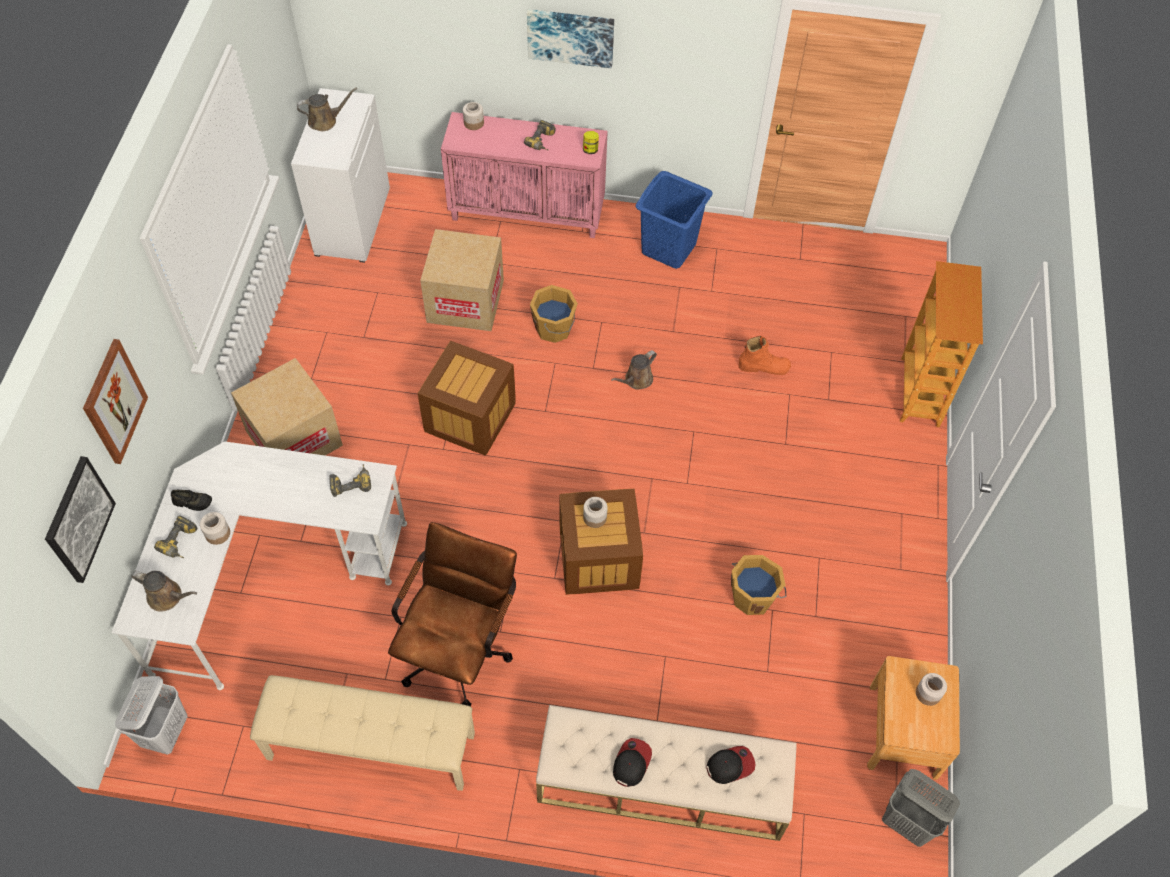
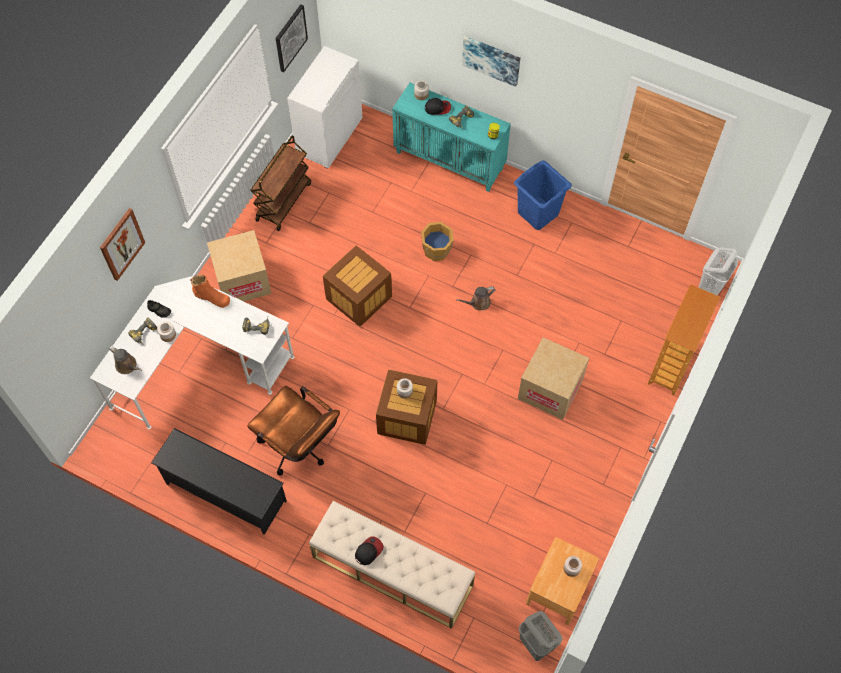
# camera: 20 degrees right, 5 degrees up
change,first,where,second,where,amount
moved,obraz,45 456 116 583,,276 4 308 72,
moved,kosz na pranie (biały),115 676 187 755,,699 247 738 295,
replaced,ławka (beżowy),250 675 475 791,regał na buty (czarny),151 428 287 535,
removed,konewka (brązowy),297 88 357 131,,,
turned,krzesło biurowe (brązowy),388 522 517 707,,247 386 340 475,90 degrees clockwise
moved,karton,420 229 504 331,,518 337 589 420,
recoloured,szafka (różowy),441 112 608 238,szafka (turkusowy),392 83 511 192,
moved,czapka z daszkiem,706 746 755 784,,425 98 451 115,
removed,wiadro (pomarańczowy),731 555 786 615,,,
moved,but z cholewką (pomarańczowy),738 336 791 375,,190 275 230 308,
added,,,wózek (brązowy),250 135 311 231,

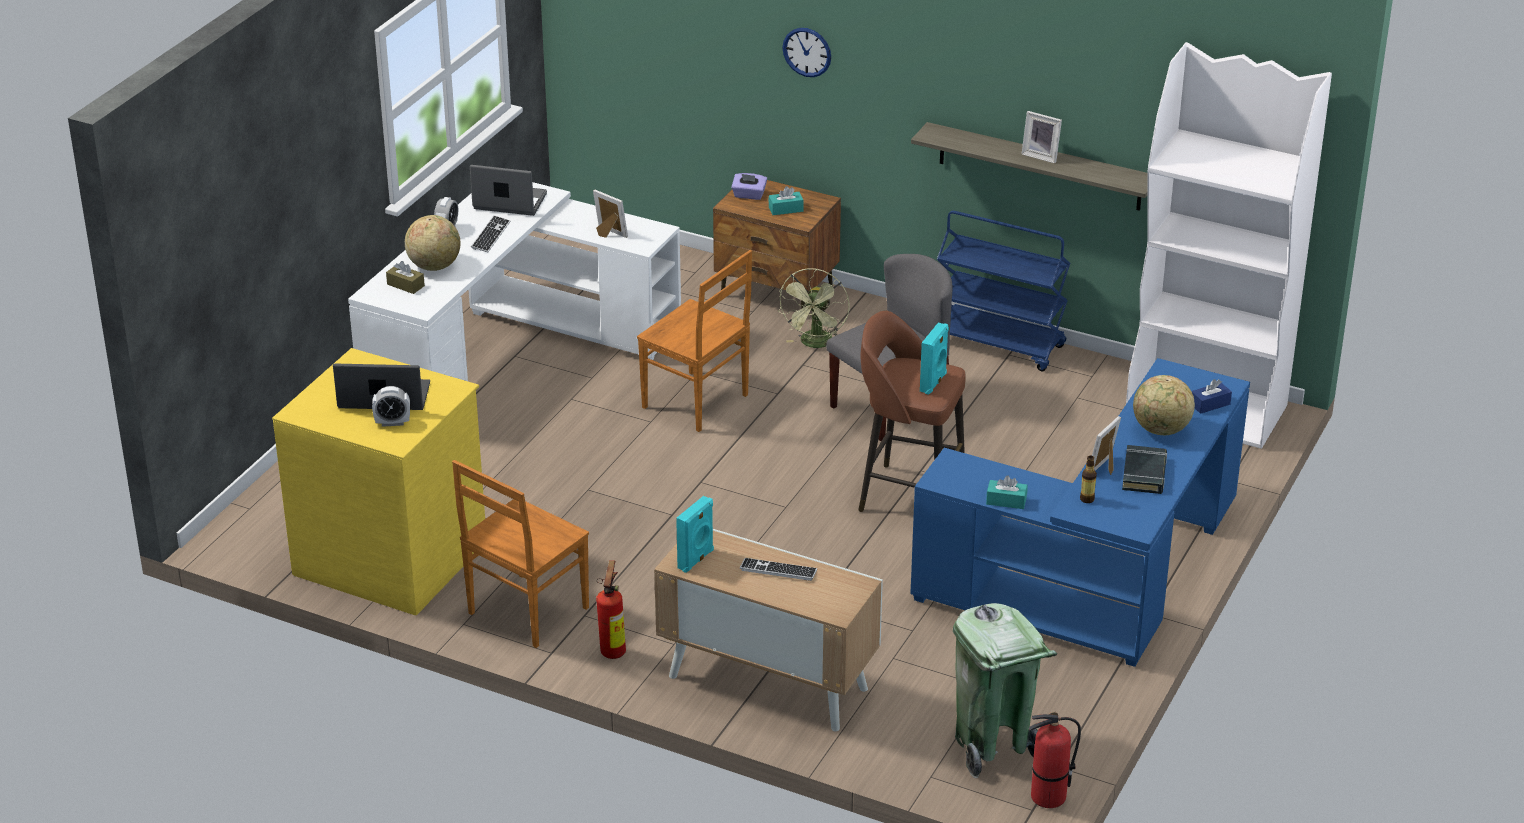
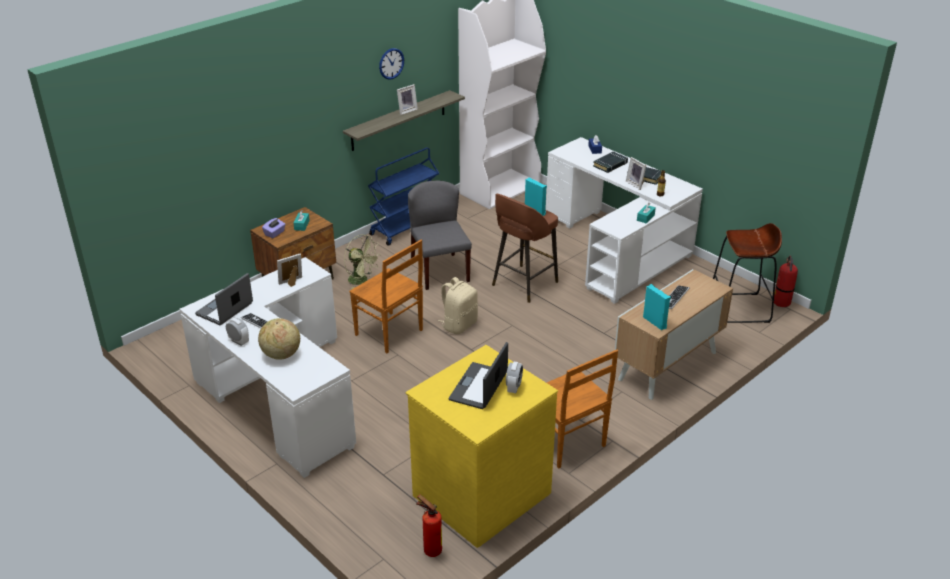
# camera: 70 degrees left, 0 degrees up
change,first,where,second,where,amount
removed,pudełko chusteczek (brązowy),386 261 425 294,,,
moved,gaśnica,596 560 626 659,,416 494 442 557,
turned,krzesło (brązowy),637 250 752 432,,349 240 423 353,75 degrees clockwise
moved,zegar ścienny,782 28 831 77,,379 48 404 80,
recoloured,biurko (niebieski),910 358 1250 667,biurko (biały),546 137 703 304,
replaced,kosz na śmieci (zielony),953 603 1057 778,stołek (brązowy),713 223 782 323,
replaced,globus,1133 375 1195 435,książka (czarny),593 152 628 173,
added,,,plecak (beżowy),438 277 478 334,

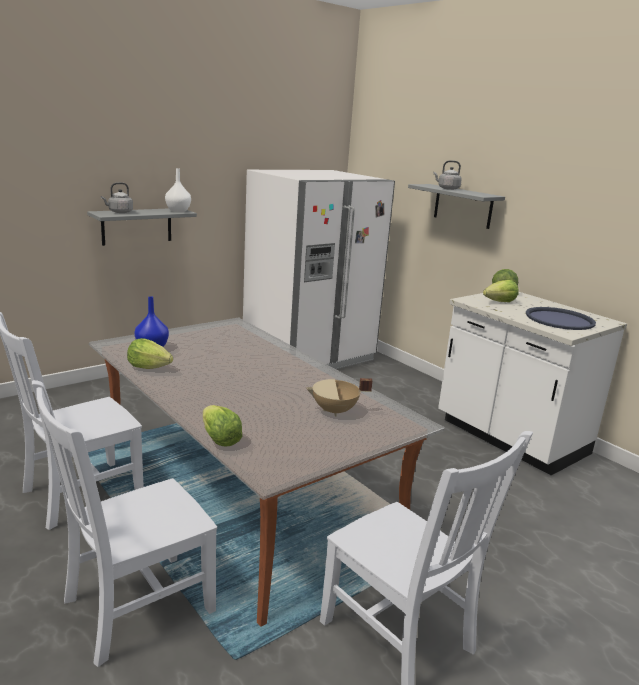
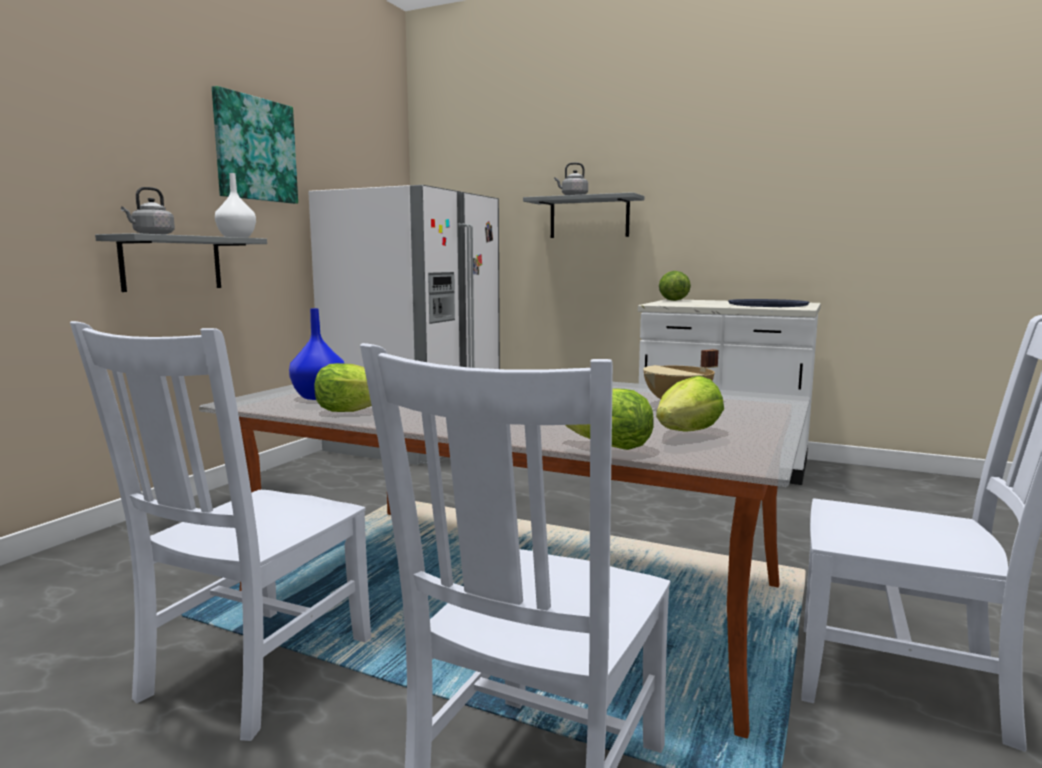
# camera: 25 degrees left, 10 degrees down
change,first,where,second,where,amount
moved,sałata,483 280 519 302,,656 376 724 432,
added,,,obraz,212 86 298 204,

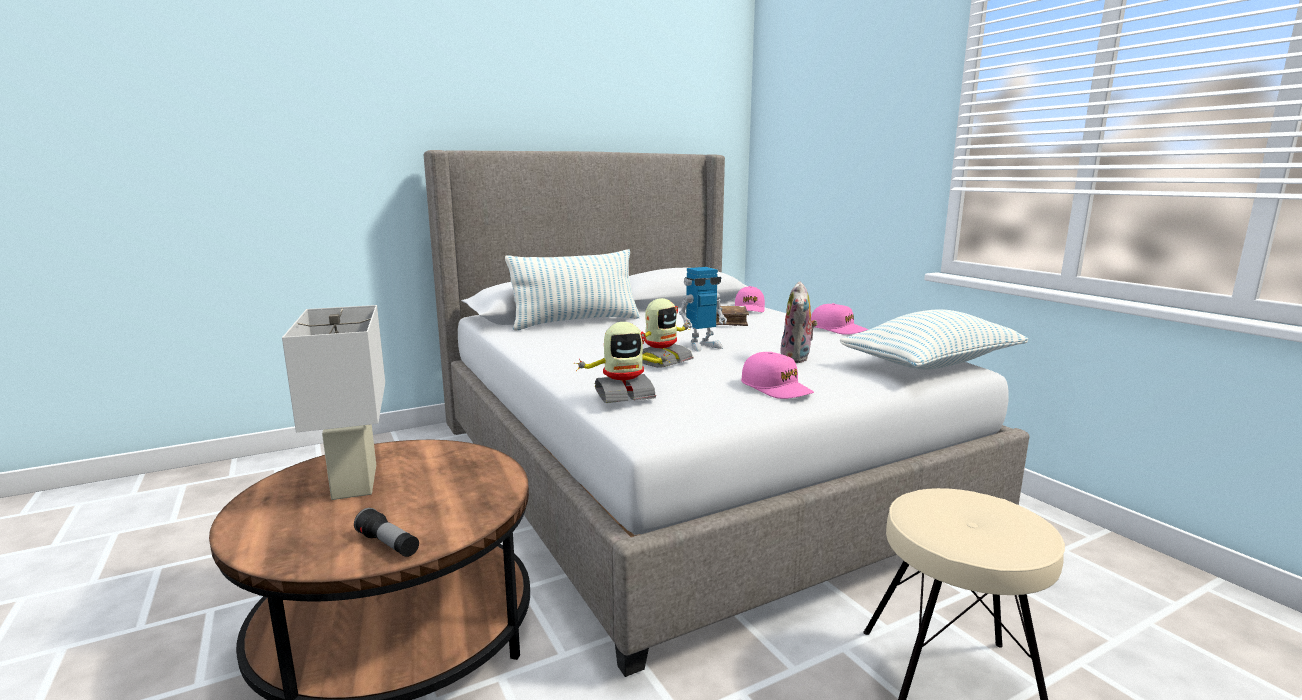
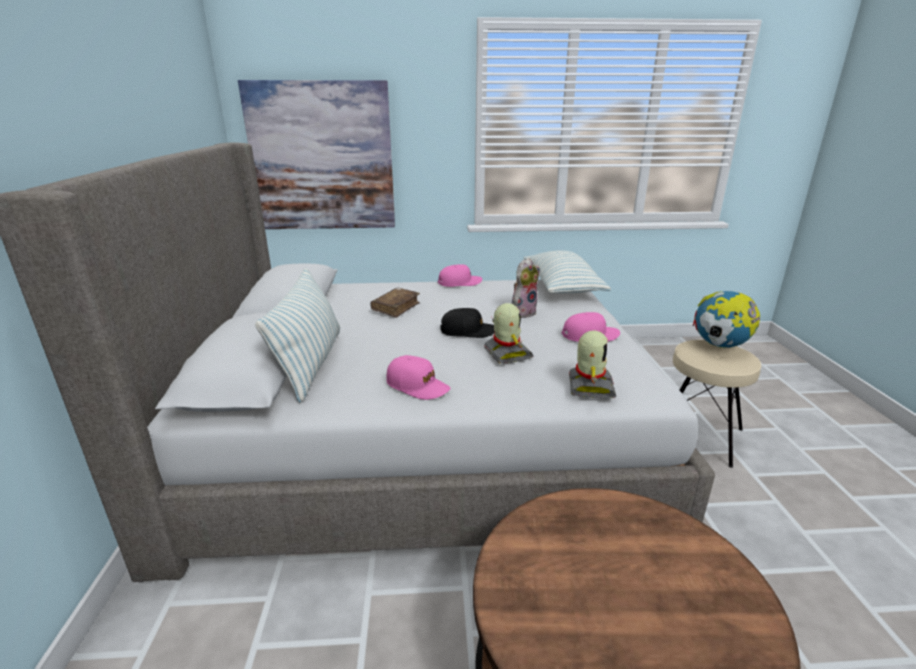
# camera: 65 degrees left, 10 degrees up
change,first,where,second,where,amount
removed,lampa stołowa (biały),282 305 385 500,,,
removed,latarka,354 508 419 557,,,
replaced,robot zabawkowy,679 267 727 352,czapka z daszkiem (czarny),440 308 495 338,
moved,czapka z daszkiem (różowy),735 286 765 312,,386 355 451 400,
turned,pluszak,780 281 818 363,,512 258 540 318,75 degrees counterclockwise
added,,,obraz,238 80 395 229,
added,,,globus,693 291 760 348,

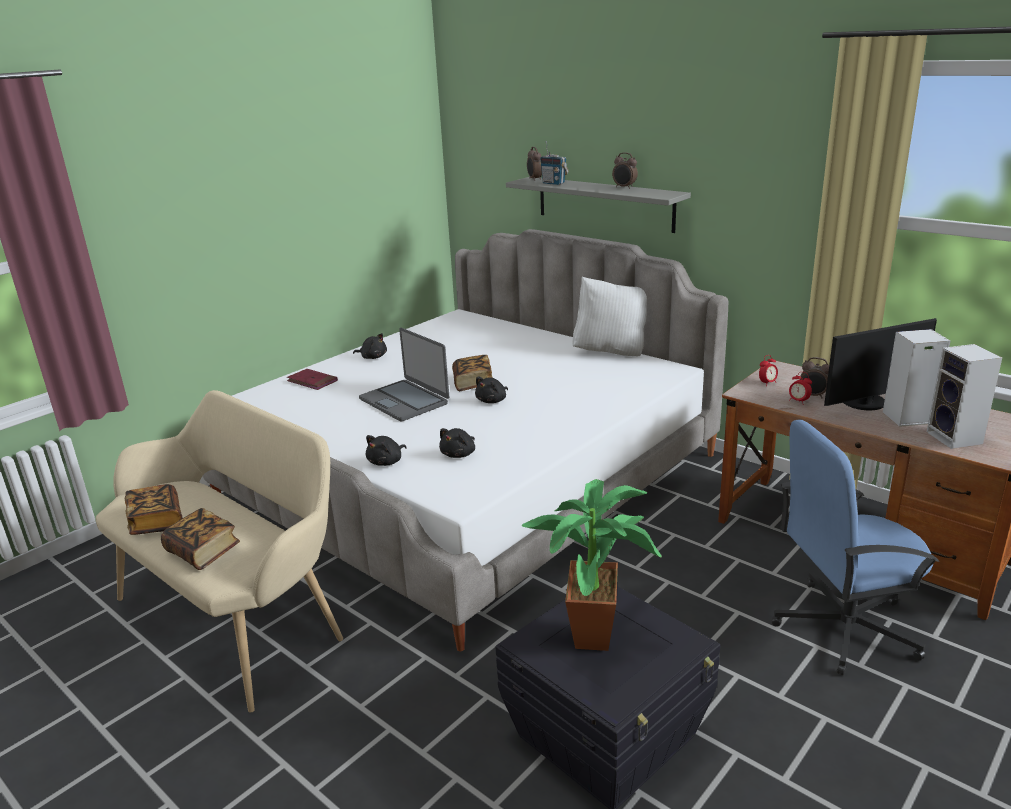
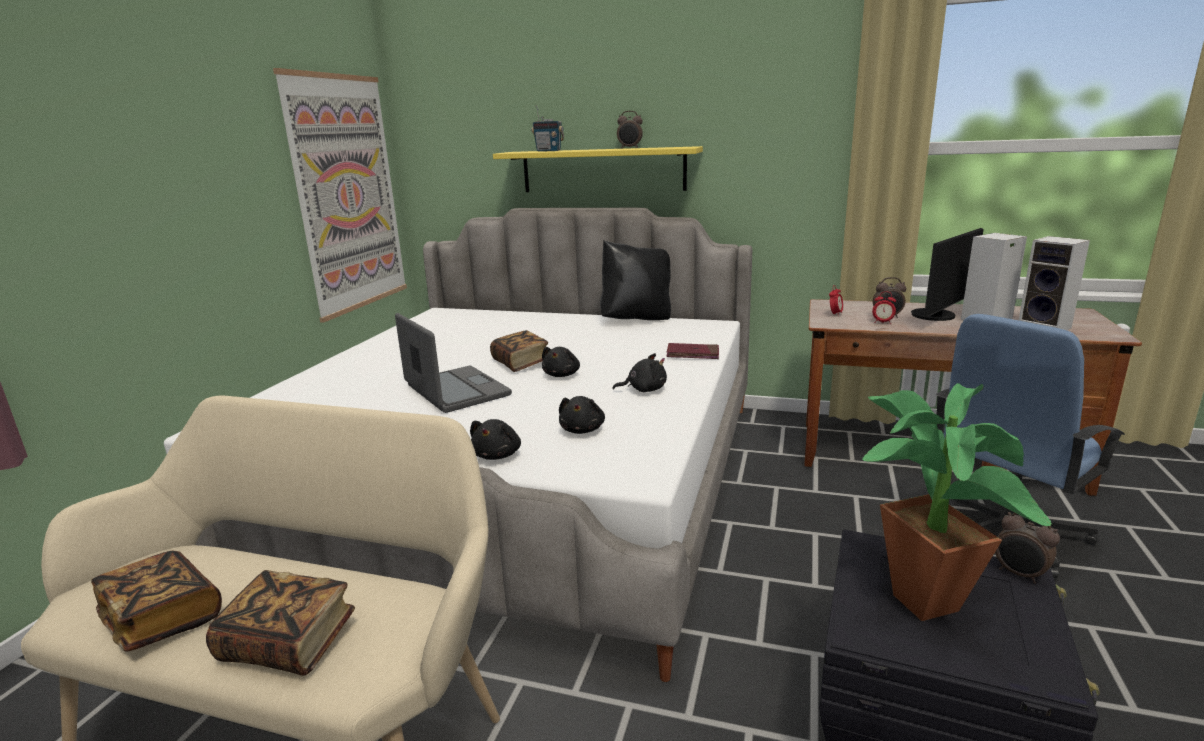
# camera: 25 degrees left, 5 degrees down
change,first,where,second,where,amount
moved,książka (czerwony),287 369 338 390,,666 343 719 359,
moved,pluszak (czarny),353 333 387 359,,613 353 667 392,
turned,laptop,359 328 449 422,,395 313 512 413,150 degrees counterclockwise
recoloured,półka (szary),506 177 691 233,półka (żółty),493 146 703 192,
moved,budzik,527 147 542 181,,995 512 1060 584,
recoloured,poduszka (biały),572 276 647 356,poduszka (czarny),600 240 671 320,
added,,,obraz,273 68 407 323,

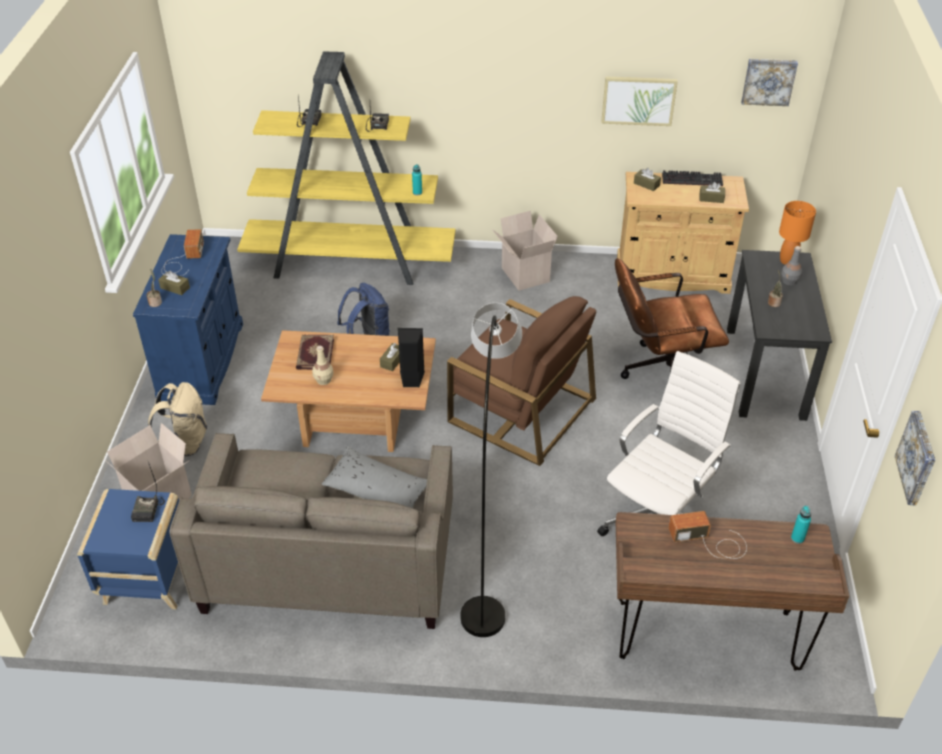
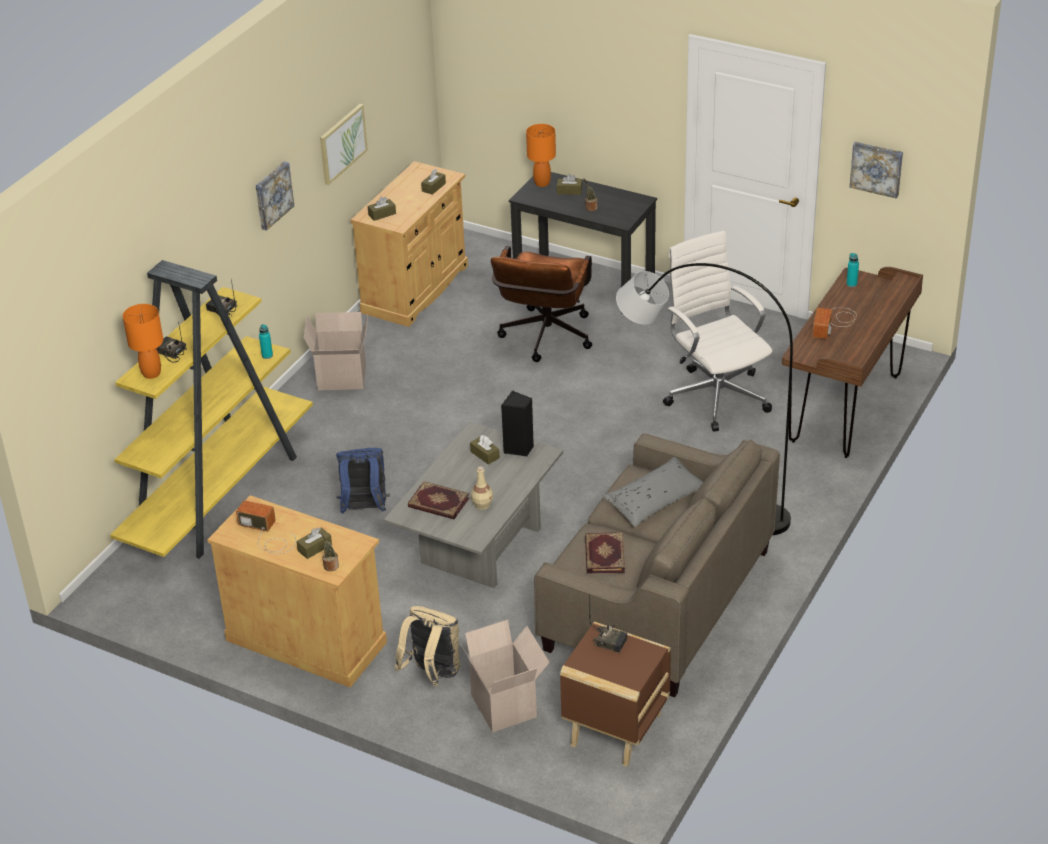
# camera: 65 degrees left, 5 degrees down
change,first,where,second,where,amount
recoloured,stolik (niebieski),77 489 179 609,stolik (brązowy),560 622 671 767,
recoloured,szafka (niebieski),133 234 243 405,szafka (beżowy),207 495 387 688,
recoloured,ława (brązowy),261 330 436 452,ława (szary),384 421 563 588,
removed,fotel (brązowy),447 296 596 466,,,
removed,klawiatura,662 170 723 186,,,
moved,obraz,741 59 798 106,,255 161 294 231,
replaced,butelka (szary),781 246 802 286,pudełko chusteczek (brązowy),557 174 582 195,
added,,,lampa stołowa (pomarańczowy),123 304 163 379,
added,,,książka,585 532 625 574,

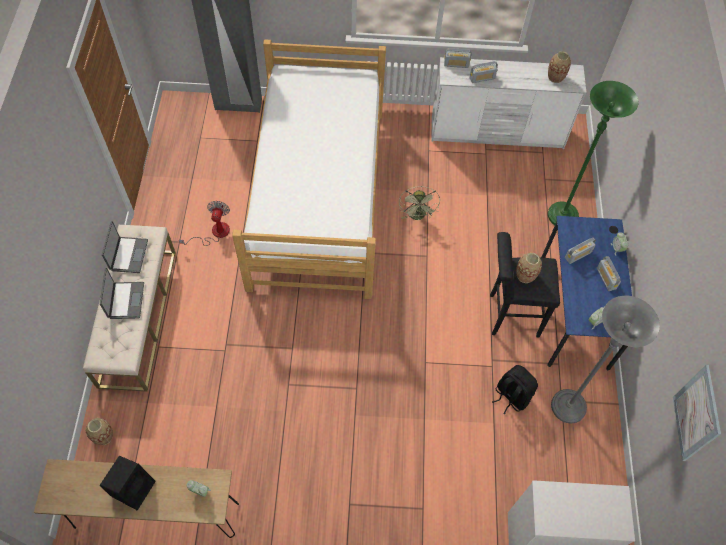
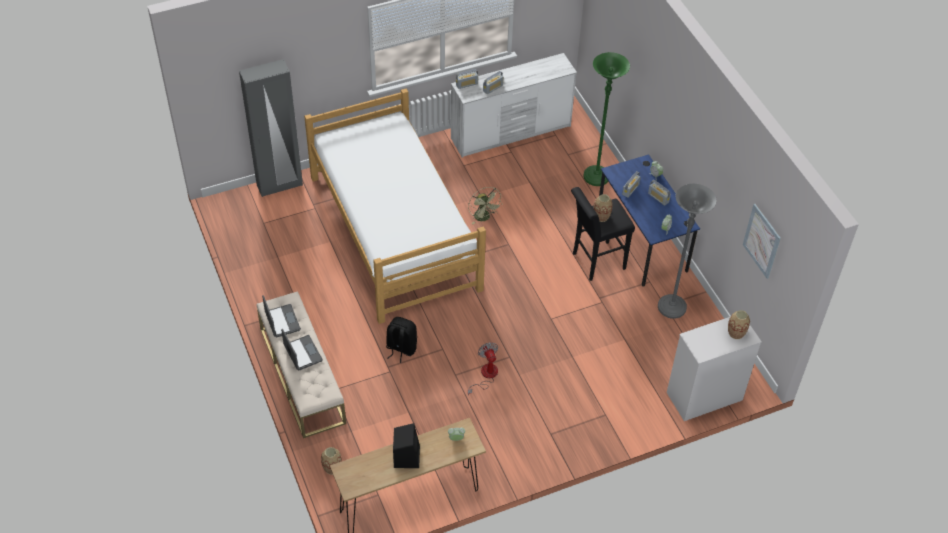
# camera: 25 degrees left, 10 degrees down
change,first,where,second,where,amount
moved,wentylator,179 201 230 246,,468 342 498 395,
moved,plecak (czarny),492 365 538 415,,386 317 417 363,
moved,wazon,548 51 571 83,,728 310 750 339,

